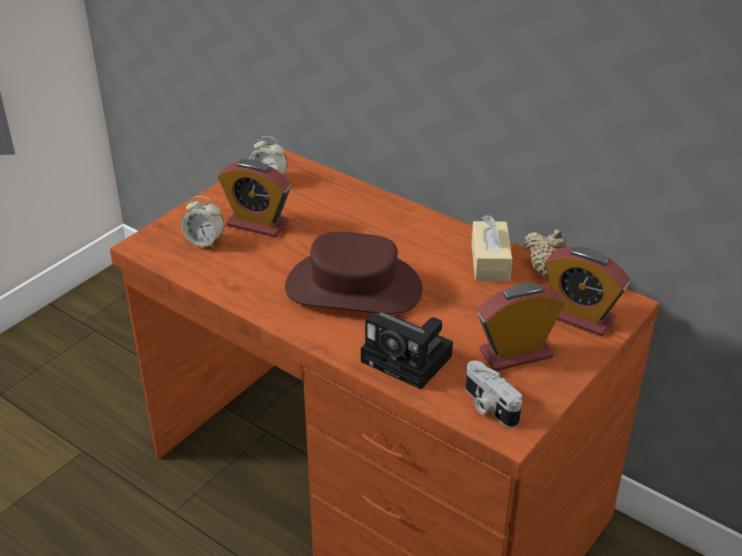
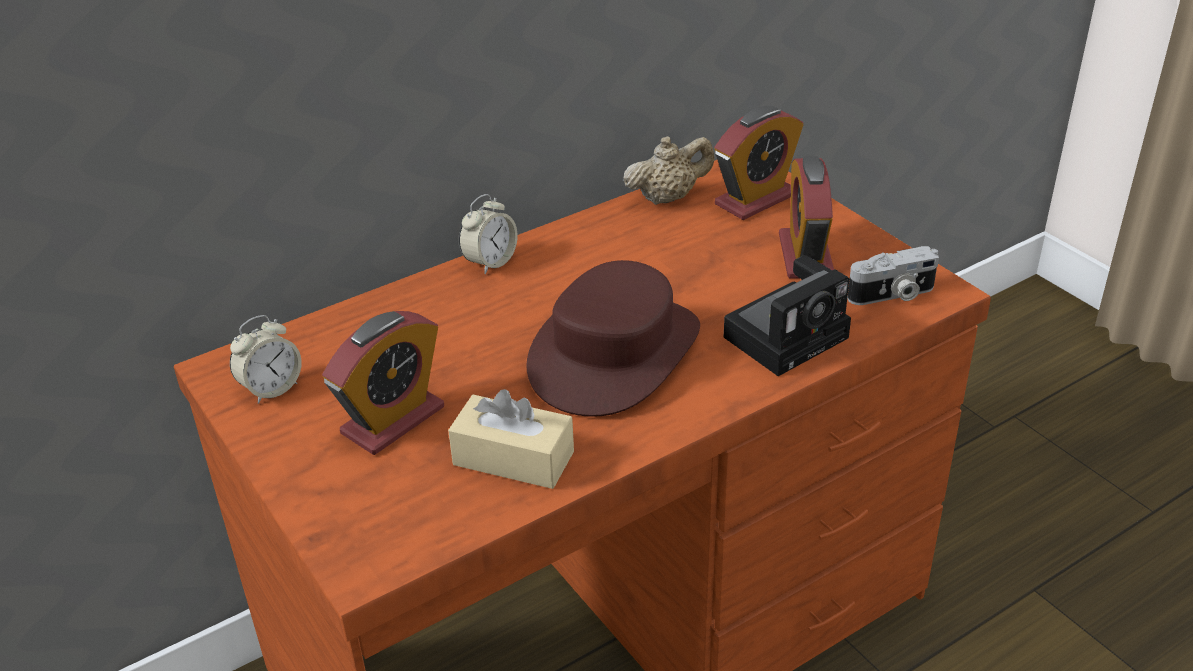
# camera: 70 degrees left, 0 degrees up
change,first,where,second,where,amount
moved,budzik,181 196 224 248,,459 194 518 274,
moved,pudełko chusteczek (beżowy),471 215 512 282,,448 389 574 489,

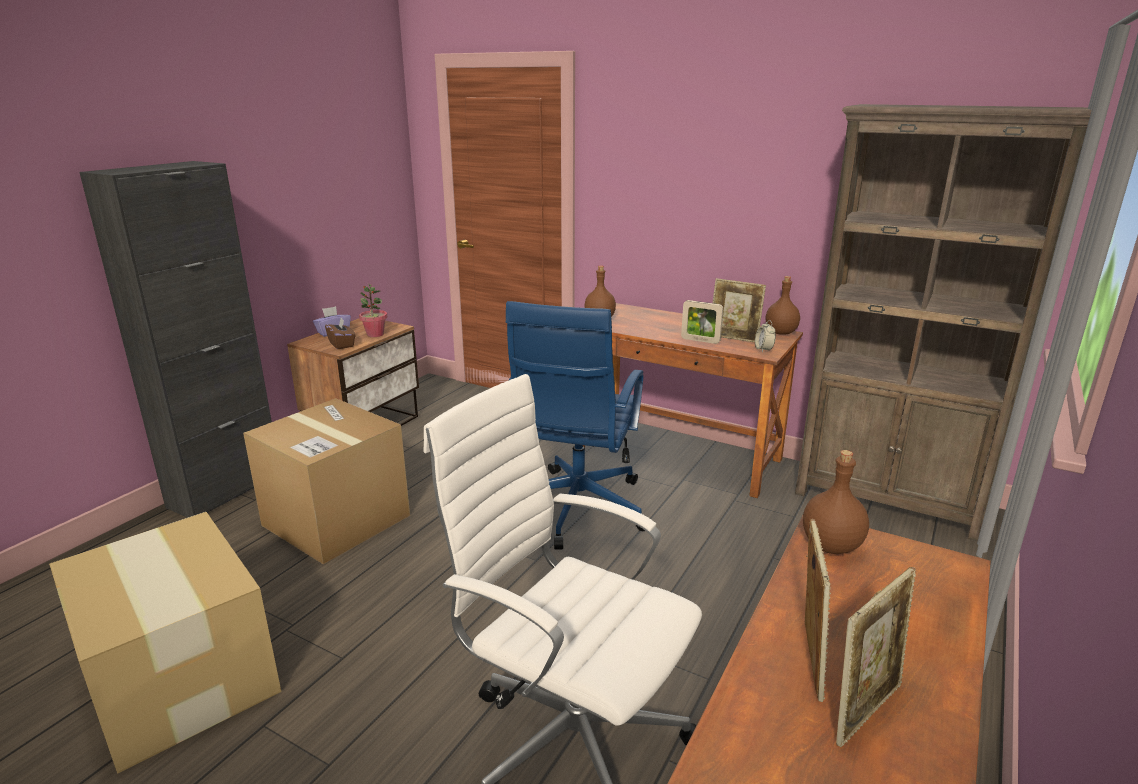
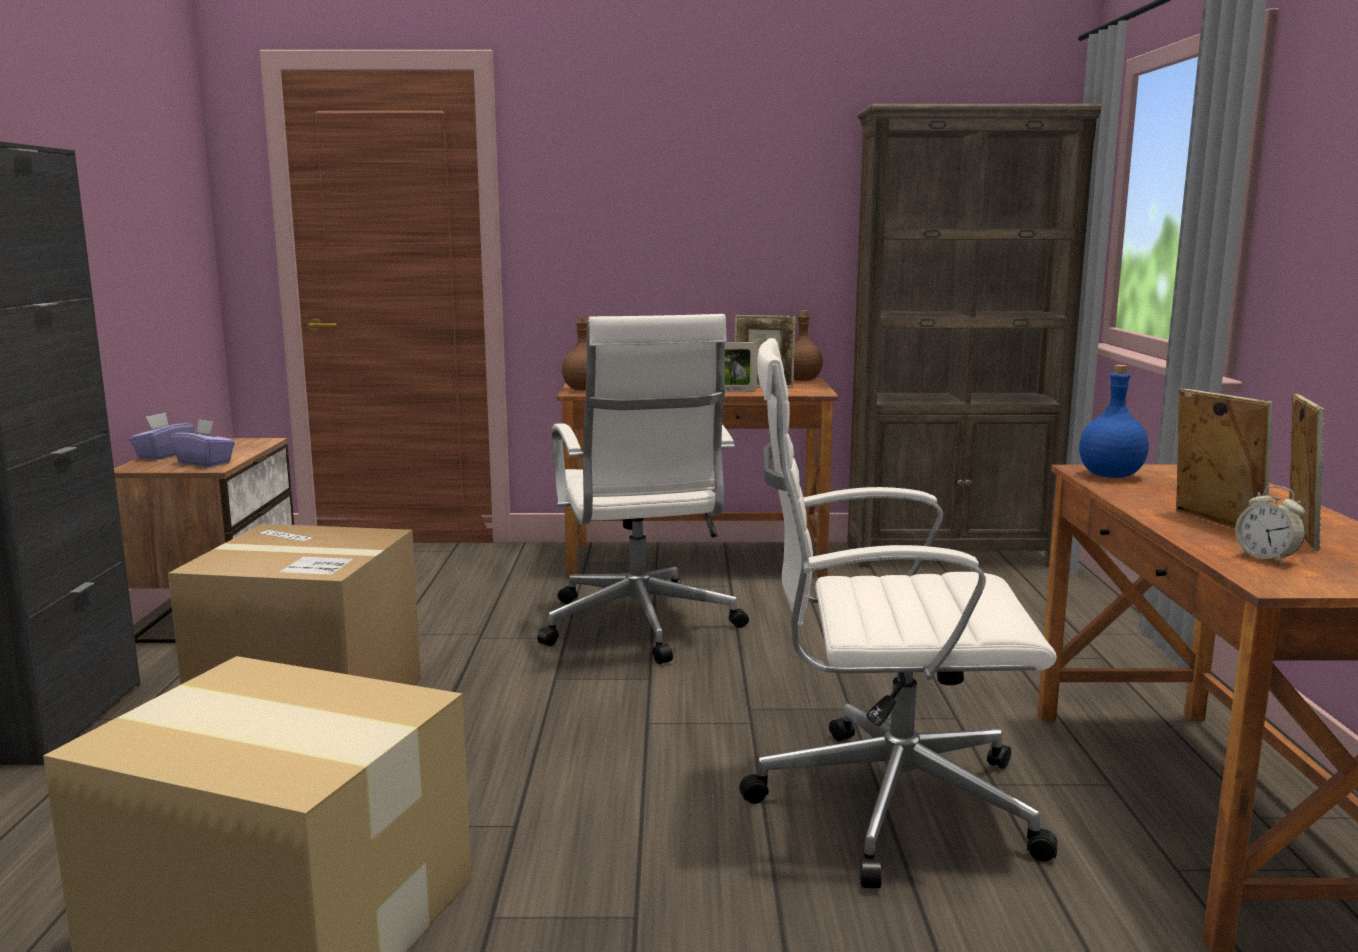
# camera: 30 degrees left, 10 degrees down
change,first,where,second,where,amount
recoloured,pudełko chusteczek (brązowy),325 318 356 349,pudełko chusteczek (fioletowy),170 419 235 467,
removed,roślina doniczkowa,359 283 387 337,,,
recoloured,krzesło biurowe (niebieski),506 301 645 550,krzesło biurowe (biały),537 314 749 664,
moved,budzik,755 320 776 353,,1235 486 1305 565,
recoloured,butelka (brązowy),803 450 869 554,butelka (niebieski),1079 365 1149 478,

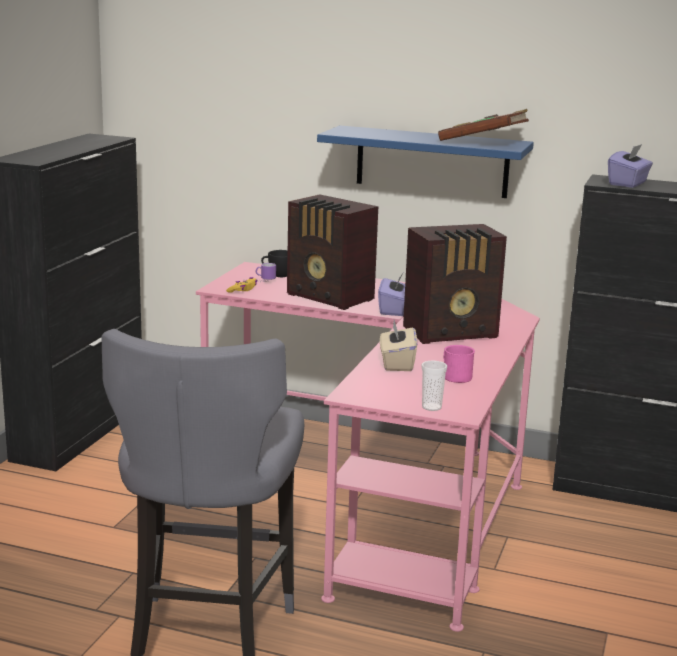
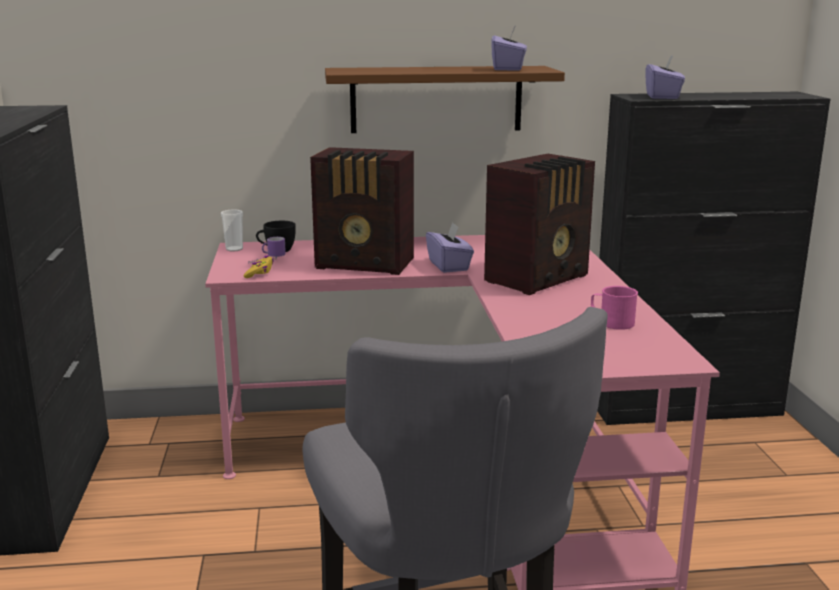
# camera: 25 degrees left, 0 degrees up
change,first,where,second,where,amount
recoloured,półka (niebieski),317 125 534 198,półka (brązowy),325 66 565 133,
removed,pudełko chusteczek (beżowy),380 320 417 371,,,
moved,filiżanka,421 361 447 411,,221 210 243 252,
replaced,książka (brązowy),438 109 529 141,pudełko chusteczek (fioletowy),491 26 527 70,

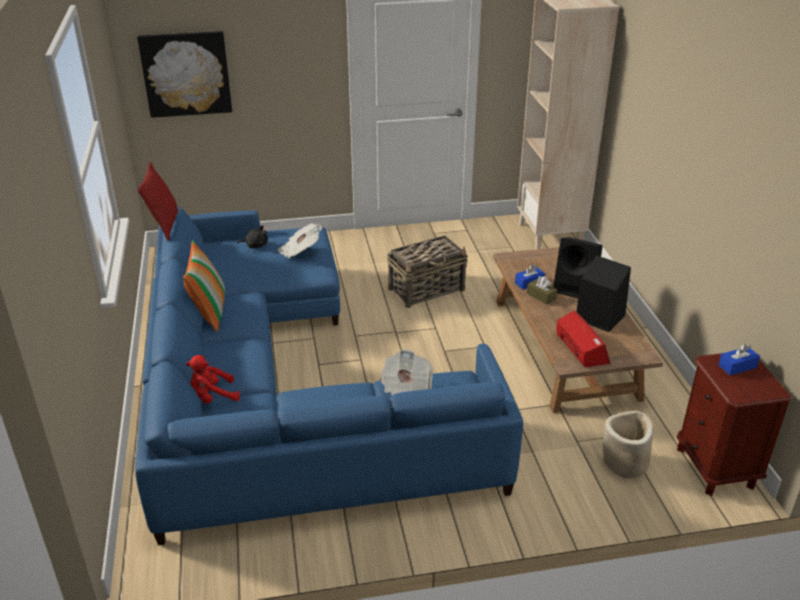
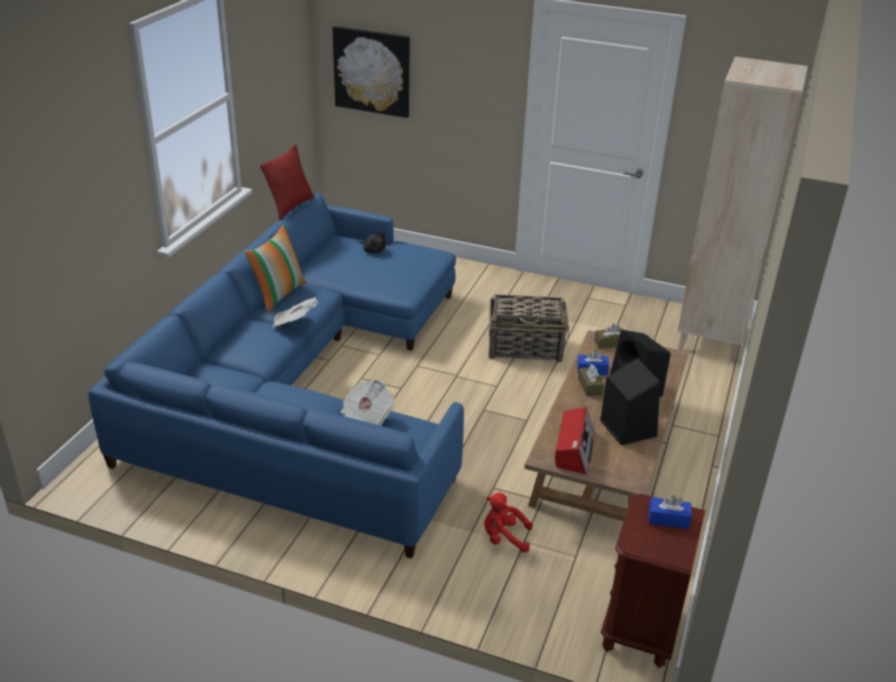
# camera: 30 degrees right, 0 degrees up
change,first,where,second,where,amount
moved,pluszak (czerwony),186 355 240 404,,484 493 533 553,
moved,gazeta,278 223 322 259,,272 297 318 327,
removed,donica (beżowy),603 411 653 478,,,
added,,,pudełko chusteczek (brązowy),594 324 623 349,

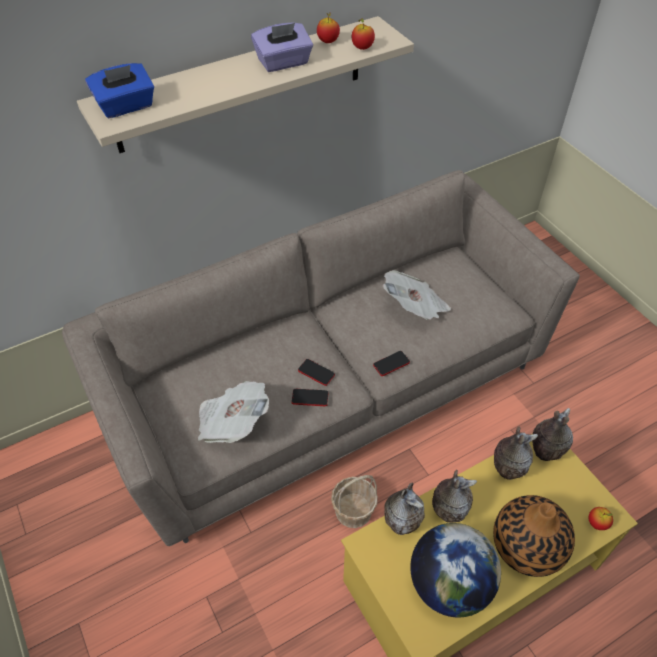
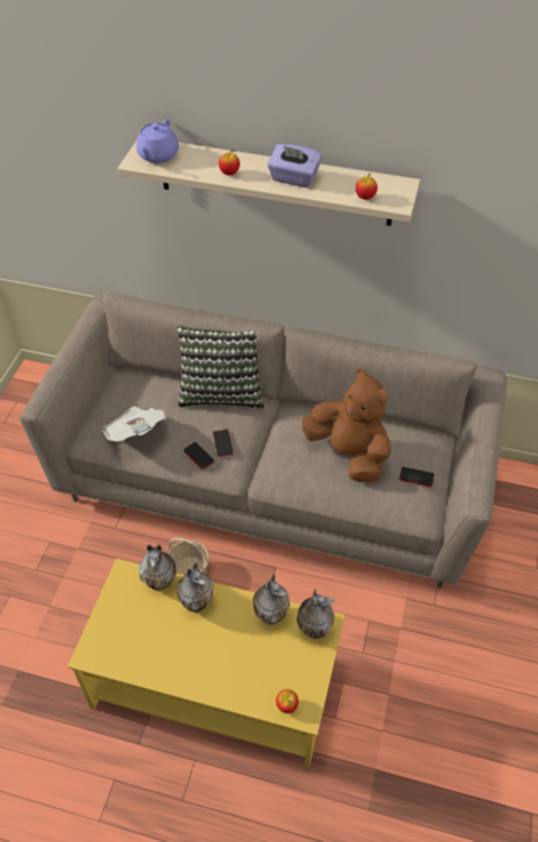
# camera: 45 degrees right, 0 degrees up
change,first,where,second,where,amount
replaced,pudełko chusteczek (niebieski),85 63 154 118,imbryk (fioletowy),136 119 179 163,
moved,jabłko,317 12 340 43,,219 149 240 175,
moved,telefon,373 351 410 376,,399 467 434 487,
replaced,gazeta,382 270 451 320,pluszak (brązowy),302 369 391 482,
removed,globus,410 523 501 618,,,
removed,wazon,493 495 575 577,,,
added,,,poduszka,177 326 264 409,

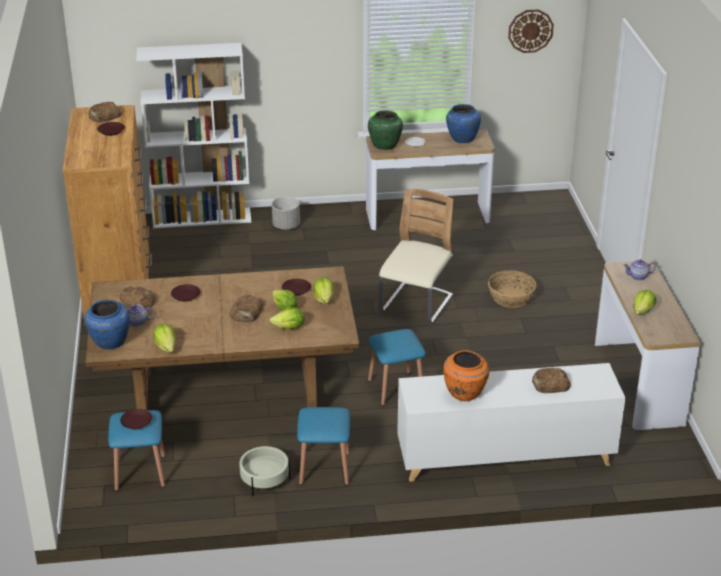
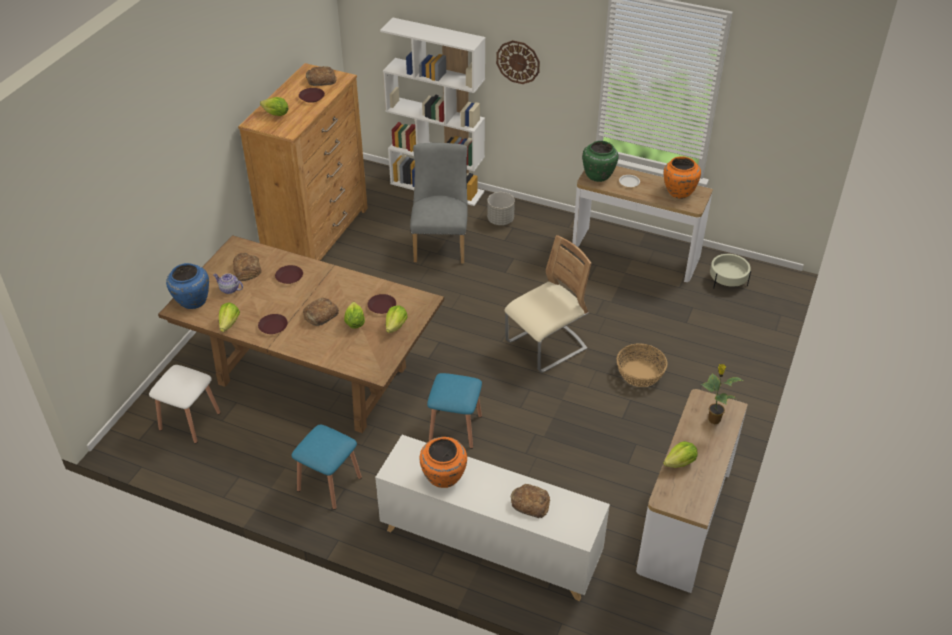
# camera: 30 degrees right, 10 degrees up
change,first,where,second,where,amount
recoloured,stołek (niebieski),108 410 166 491,stołek (biały),149 365 221 443,
moved,talerz (brązowy),120 409 152 429,,258 314 288 334,
moved,donica (beżowy),239 446 290 496,,710 253 751 288,
moved,sałata,269 308 305 329,,260 97 289 116,
recoloured,wazon (niebieski),446 104 481 143,wazon (pomarańczowy),663 156 701 199,
moved,zegar ścienny,508 9 554 53,,496 40 540 84,
replaced,imbryk,624 259 656 280,roślina doniczkowa,701 364 743 424,
added,,,krzesło (szary),410 143 468 264,

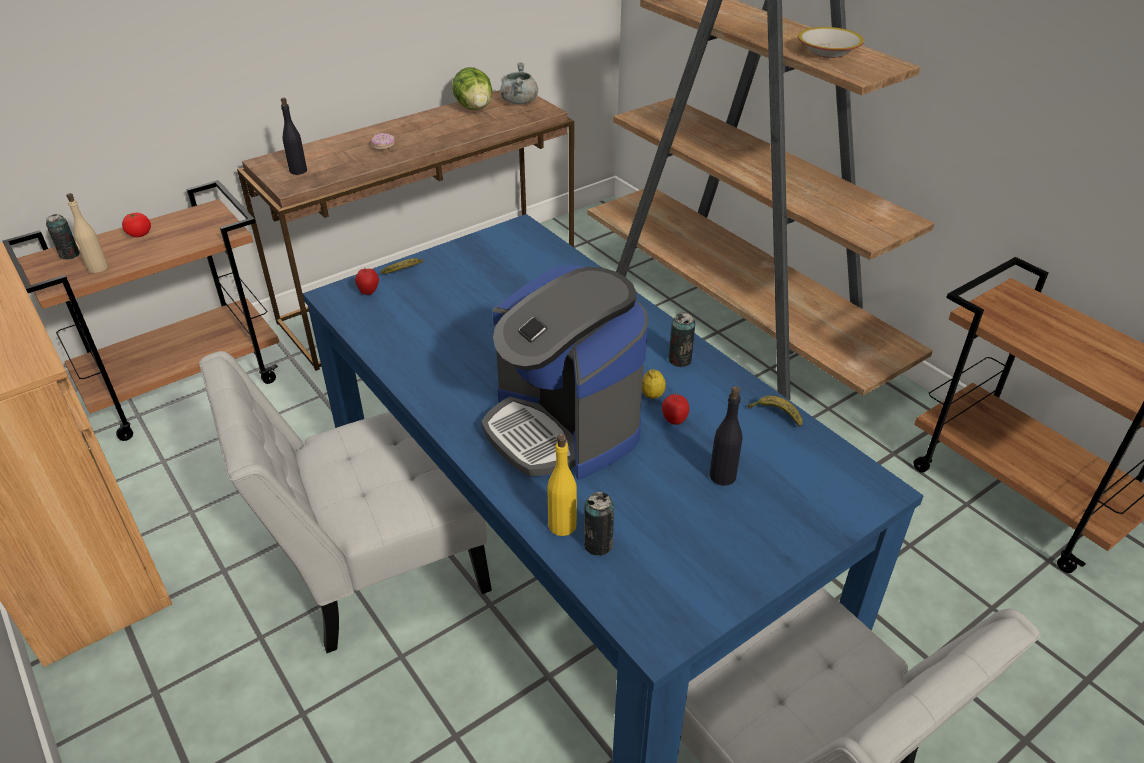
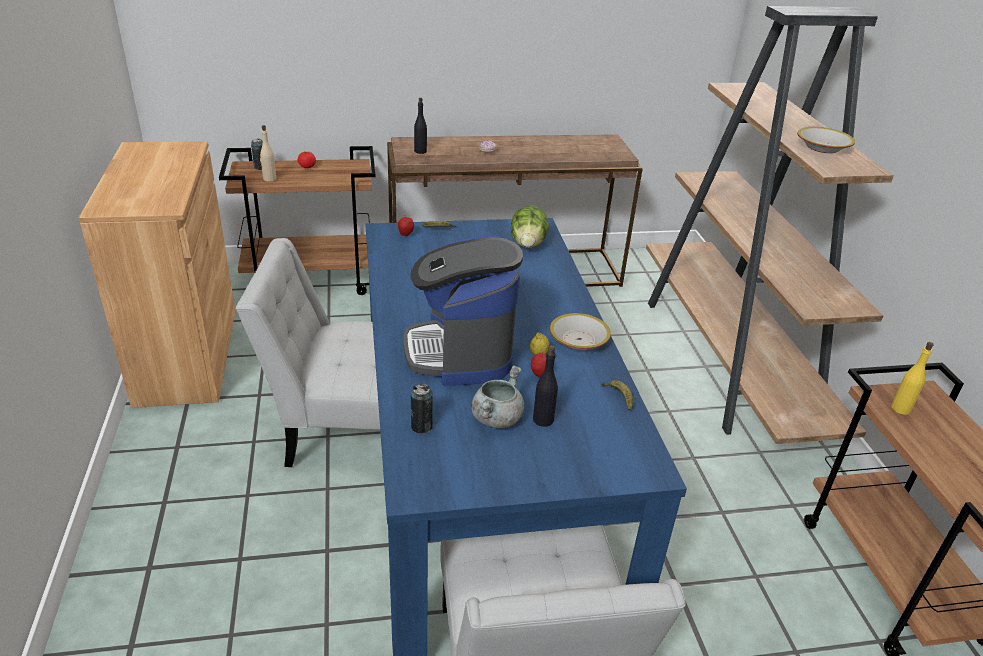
# camera: 25 degrees right, 5 degrees down
change,first,where,second,where,amount
moved,sałata,452 67 492 110,,511 205 549 248,
moved,garnek (szary),500 62 538 104,,471 365 524 428,
moved,butelka (żółty),547 434 577 536,,891 342 934 415,
replaced,puszka,669 312 695 367,miska,550 313 611 350,

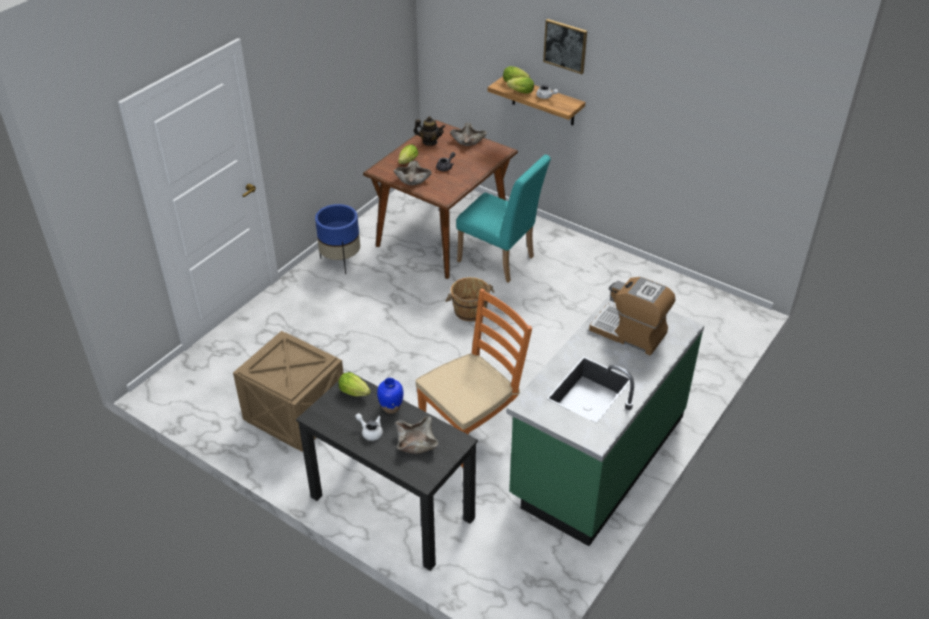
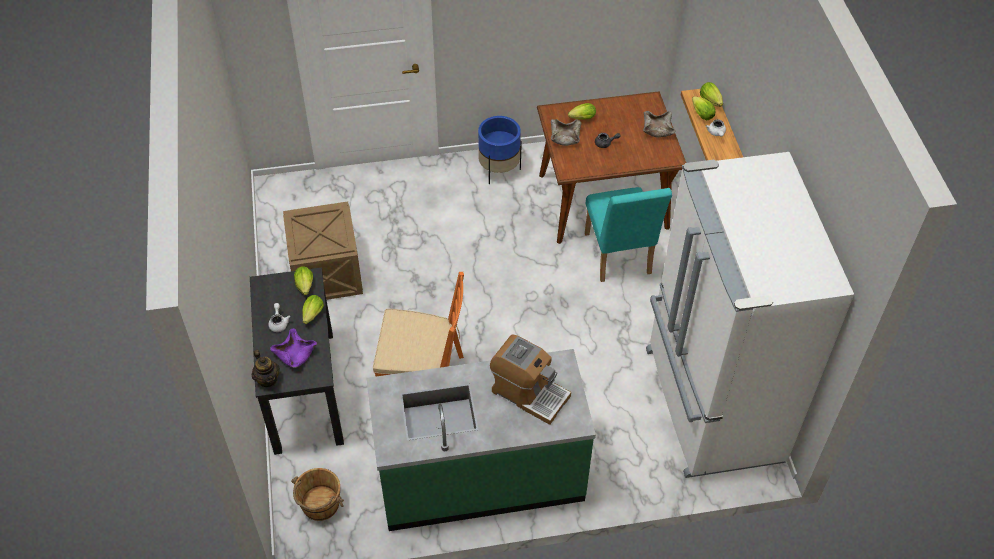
# camera: 45 degrees right, 10 degrees up
change,first,where,second,where,amount
replaced,wazon (niebieski),377 378 404 414,sałata,302 295 324 324,
recoloured,miska (beżowy),395 416 439 454,miska (fioletowy),270 329 317 368,
moved,imbryk,414 116 445 146,,252 350 280 387,
moved,wiadro (brązowy),445 277 494 321,,291 468 344 521,
removed,obraz,543 19 587 74,,,
turned,ekspres do kawy,589 277 675 355,,490 334 571 425,135 degrees clockwise
added,,,lodówka (biały),646 152 854 478,

